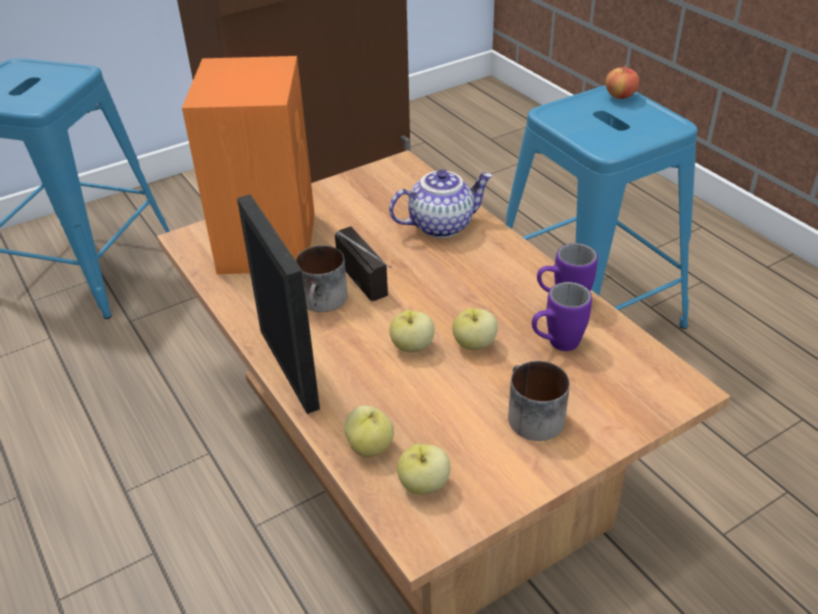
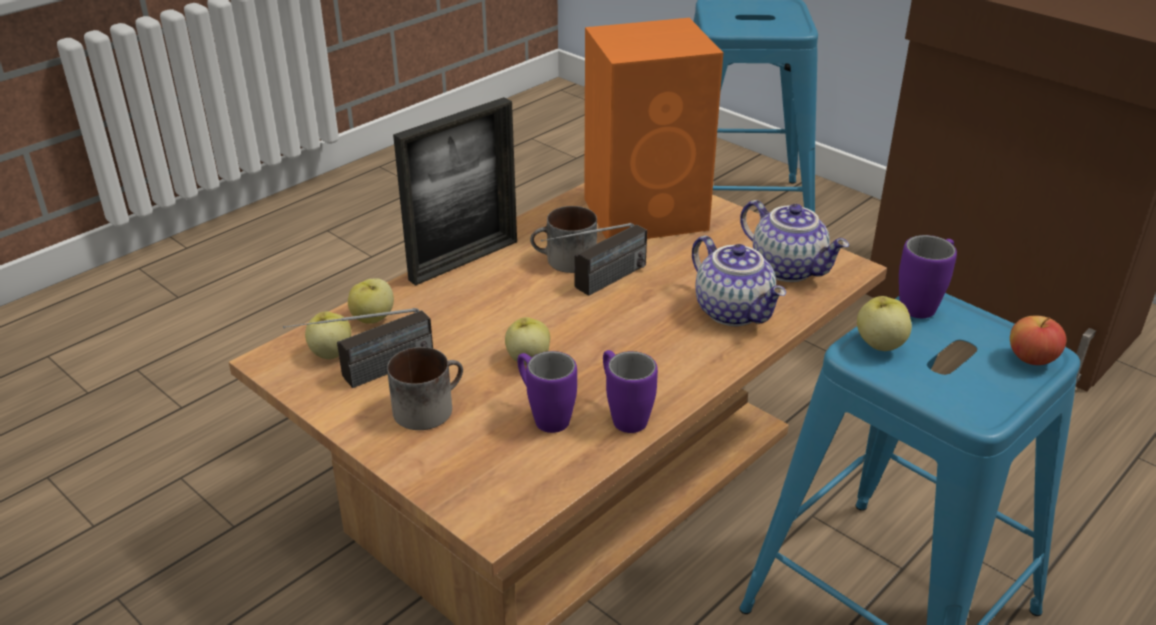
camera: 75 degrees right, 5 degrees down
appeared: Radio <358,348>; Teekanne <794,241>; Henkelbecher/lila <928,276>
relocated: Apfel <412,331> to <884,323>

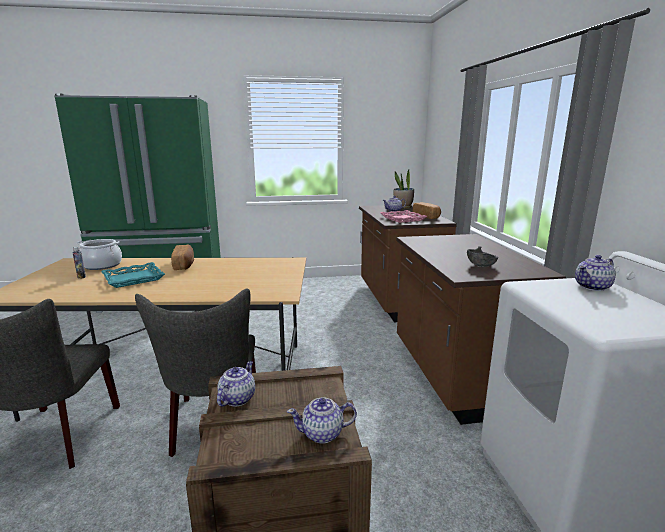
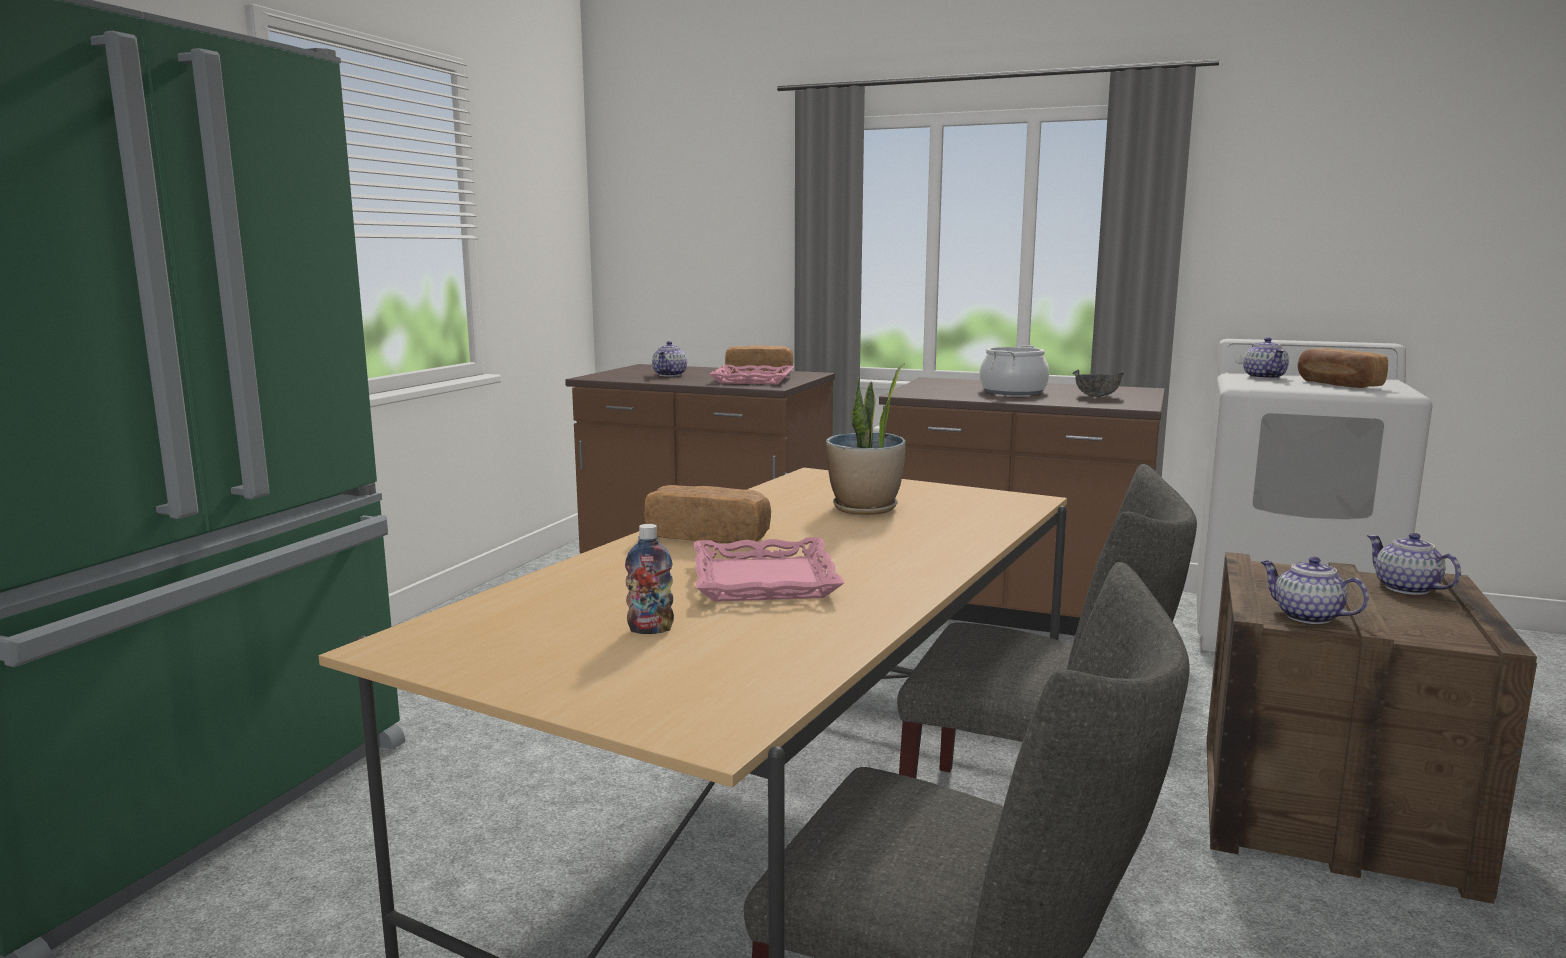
camera: 60 degrees left, 5 degrees down
appeared: Brot <1343,368>
relocated: Kochtopf <99,254> to <1014,370>; Topfpflanze <404,189> to <866,439>
colour: Tablett/türkis <133,275> to Tablett/rosa <769,569>
spun: Teekanne <322,420> = <1414,564> 135 degrees clockwise

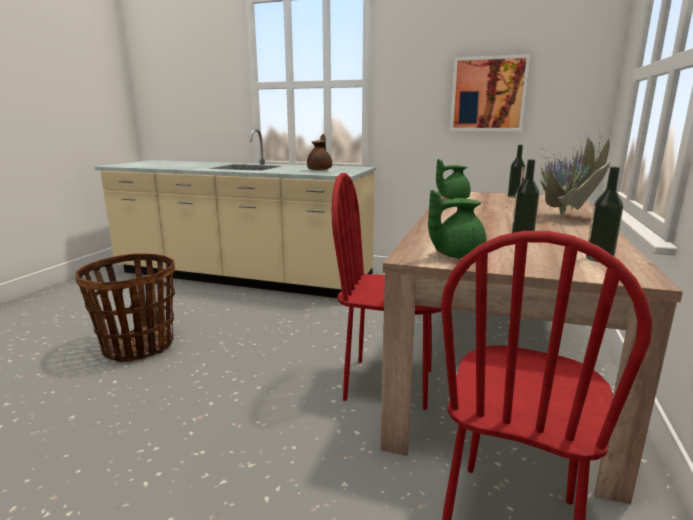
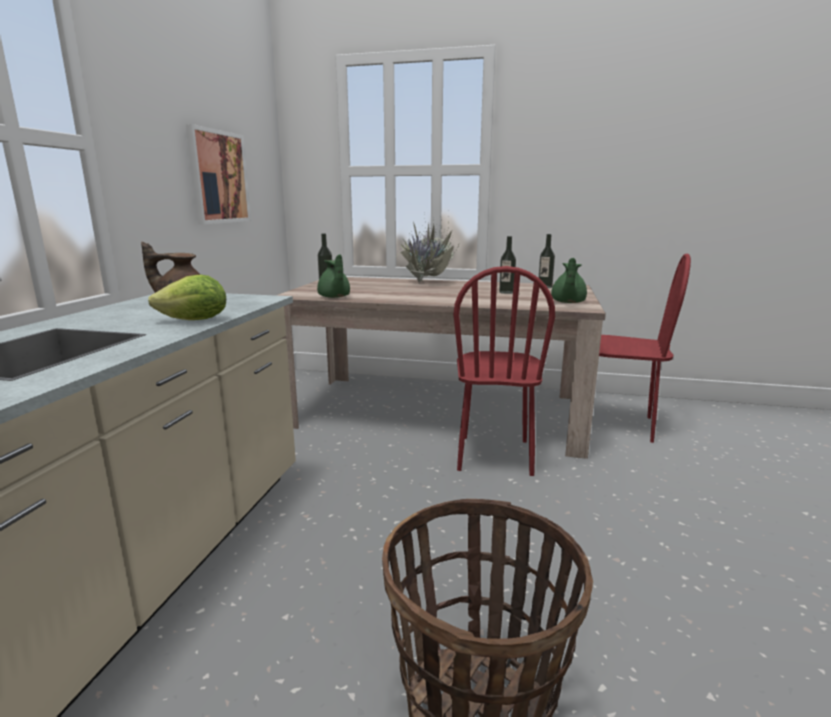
camera: 95 degrees left, 0 degrees up
appeared: Salatkopf <187,297>
spun: Teekanne/grün <457,224> = <569,280> 45 degrees clockwise

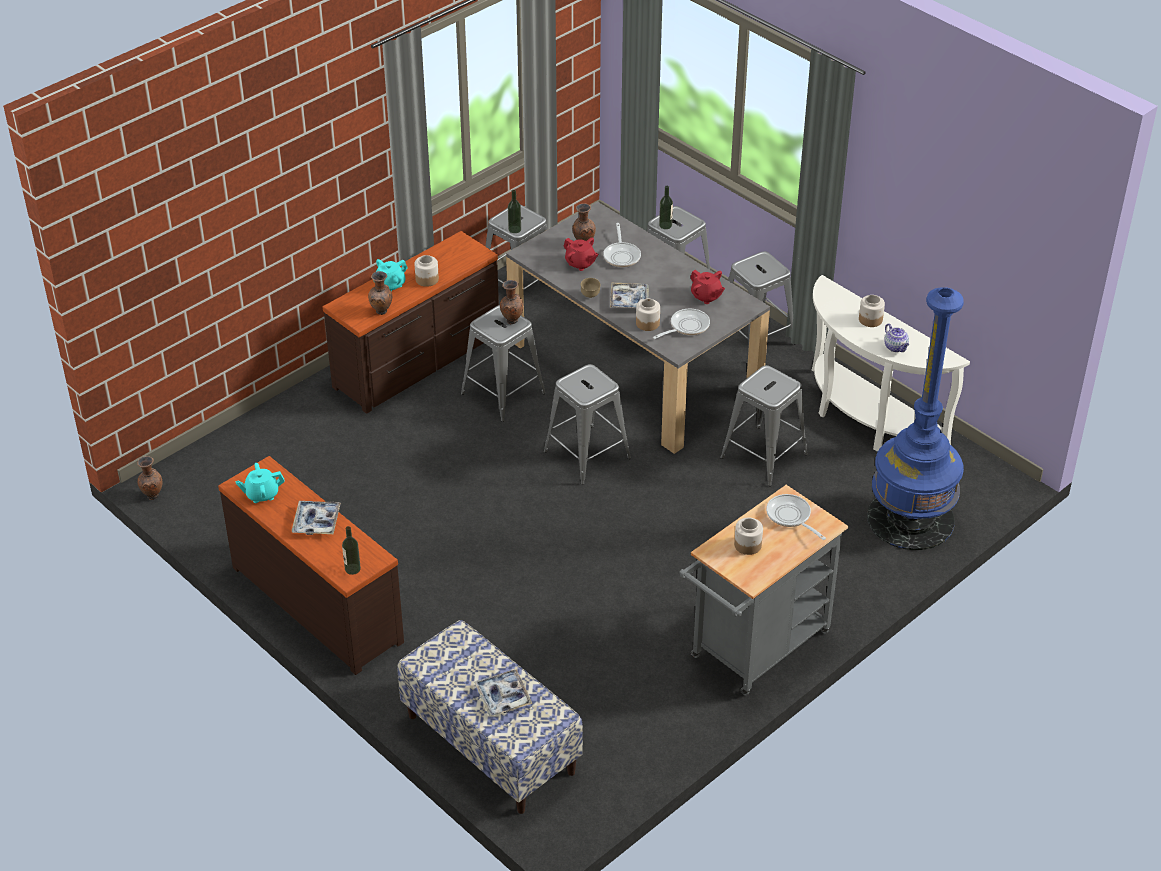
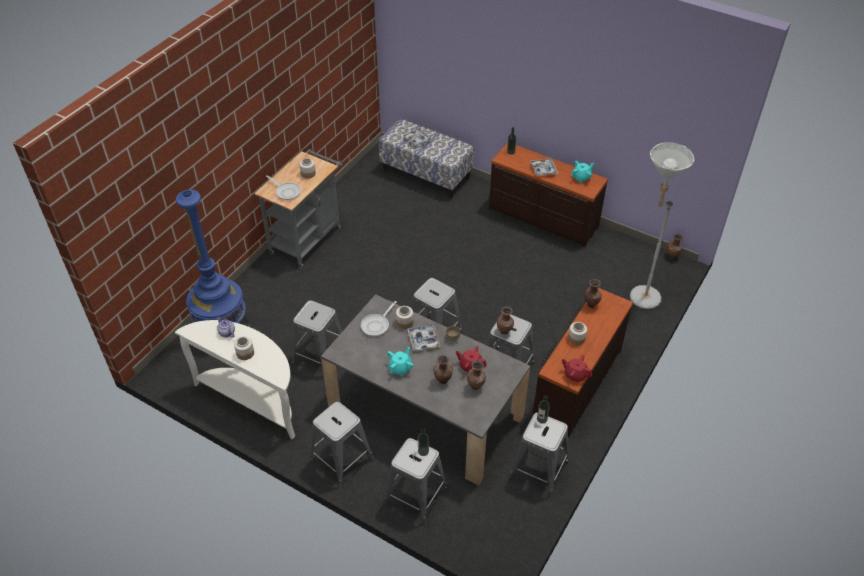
camera: 165 degrees right, 5 degrees up
appeared: Stehlampe/grau <662,226>
relocated: Teekanne/türkis <390,275> to <400,361>; Teekanne/rot <707,287> to <577,369>
exchanged: Pfanne <622,245> to Vase/braun <443,369>

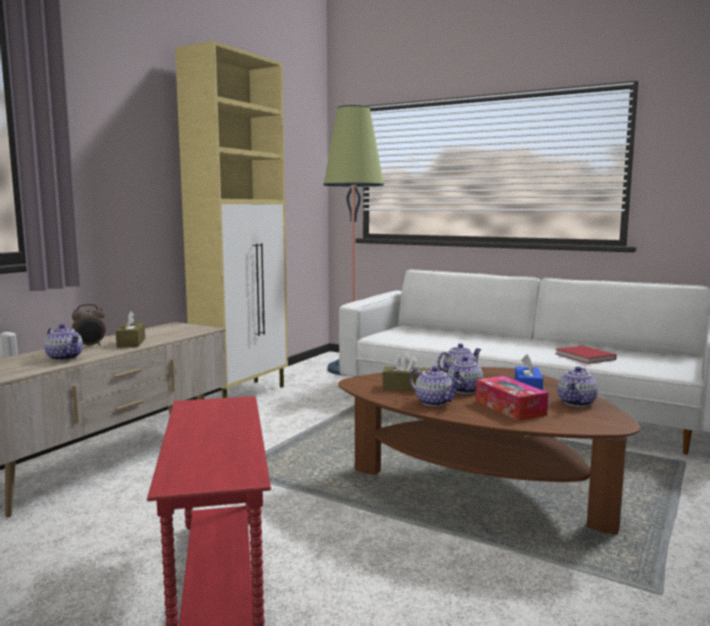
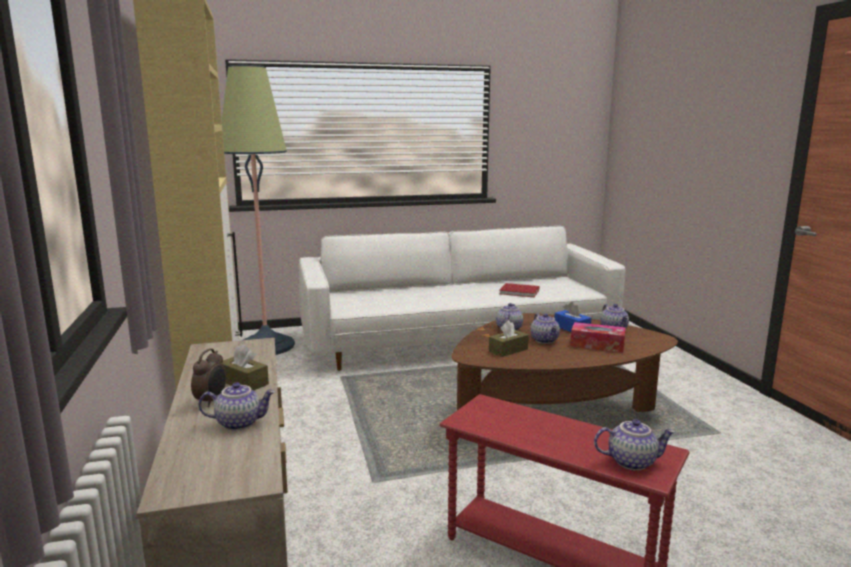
camera: 45 degrees left, 5 degrees up
relocated: Teekanne <435,386> to <634,445>

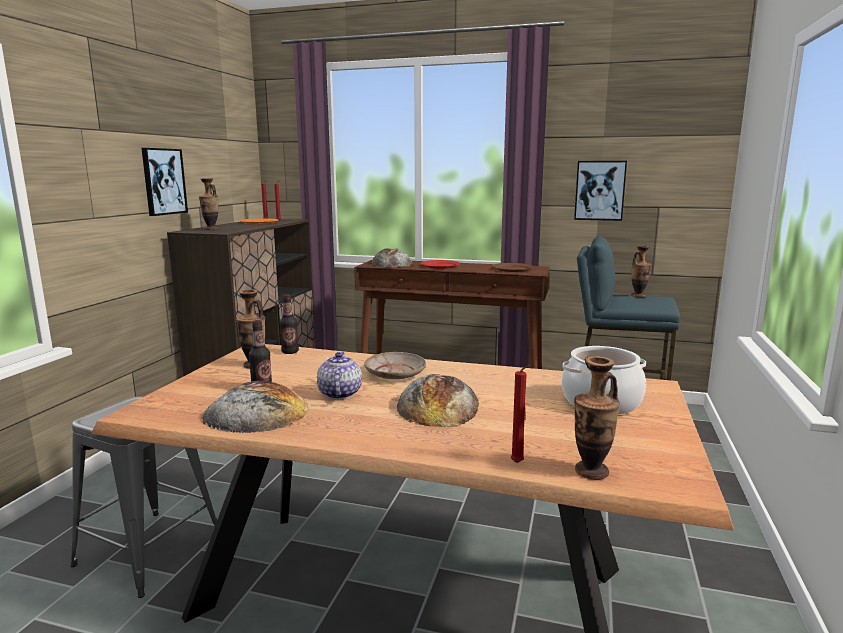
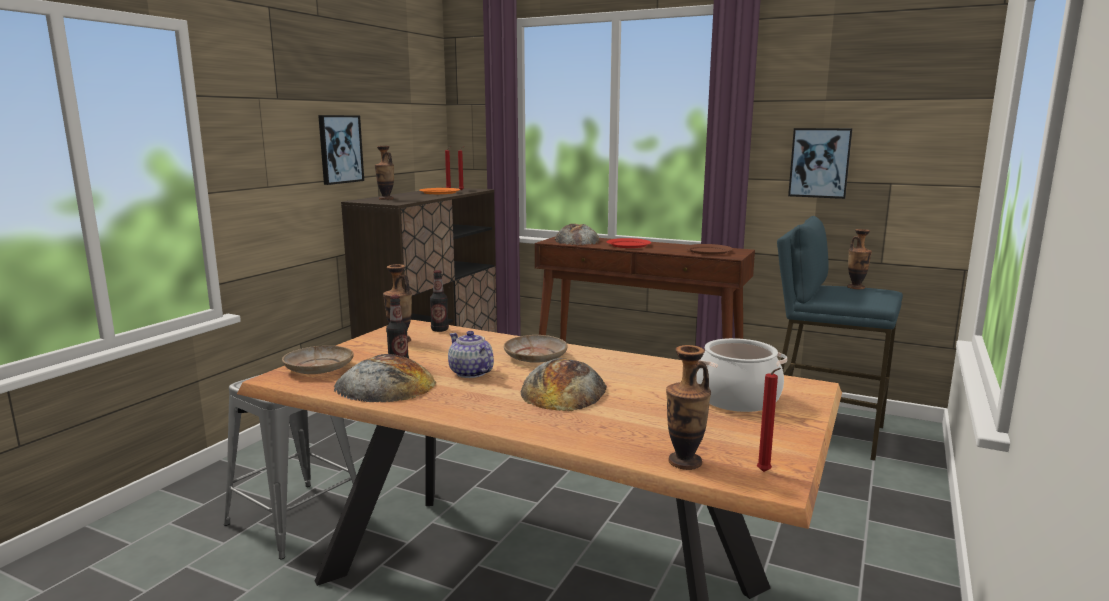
camera: 10 degrees right, 0 degrees up
appeared: Teller/beige <318,360>
relocated: Kerze/rot <519,414> to <769,420>
spun: Teekanne <339,375> = <471,354> 45 degrees counterclockwise

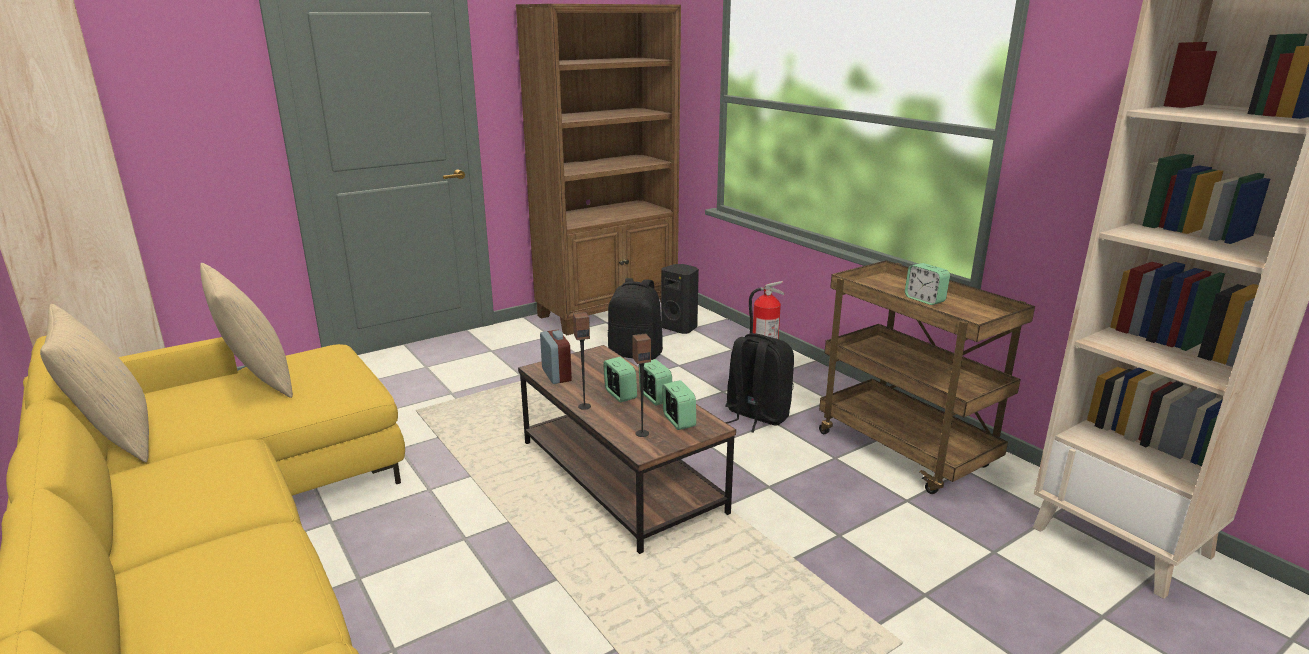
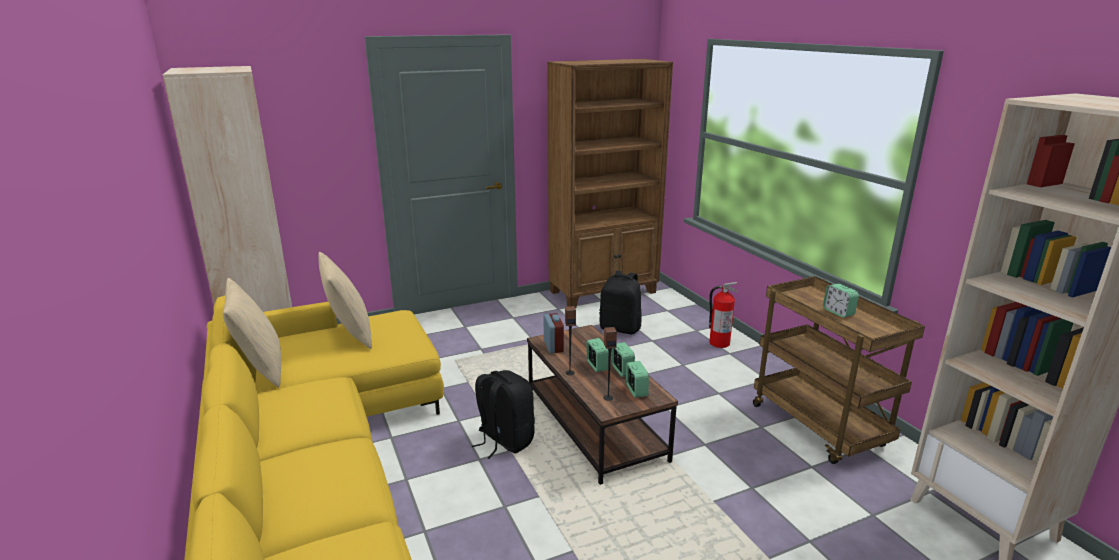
camera: 10 degrees right, 0 degrees up
missing: Lautsprecher/schwarz <680,299>
relocated: Rucksack/schwarz <759,383> to <503,414>

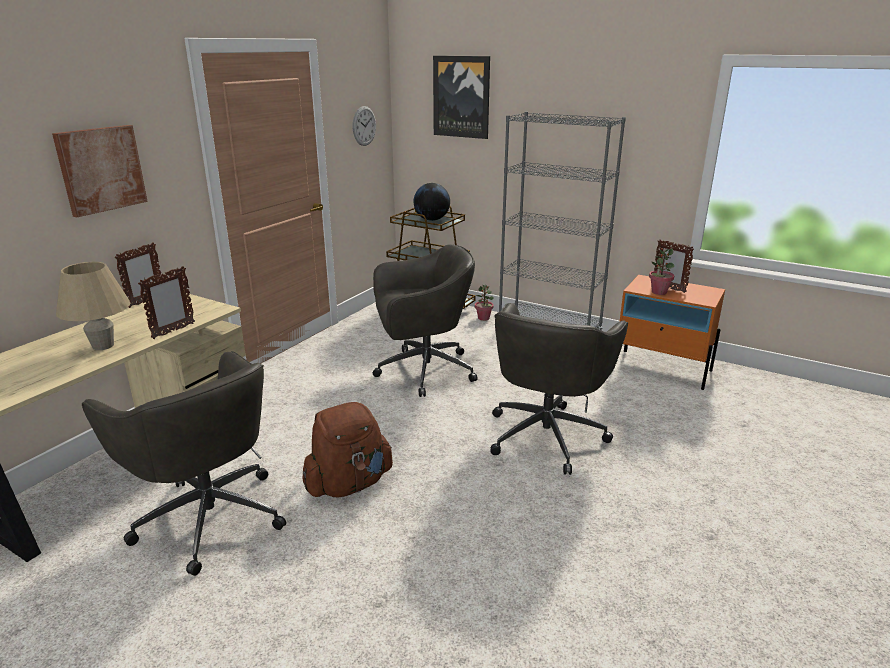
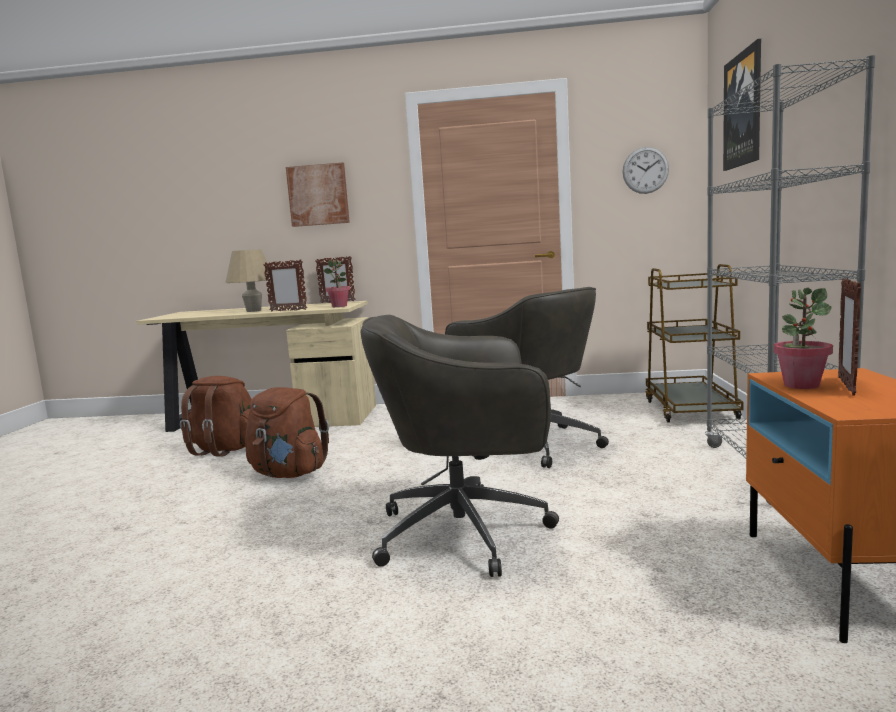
camera: 65 degrees right, 15 degrees down
missing: Globus <432,202>
relocated: Topfpflanze <484,303> to <337,283>
exchanged: Bürostuhl/grau <184,463> to Rucksack/braun <216,416>

